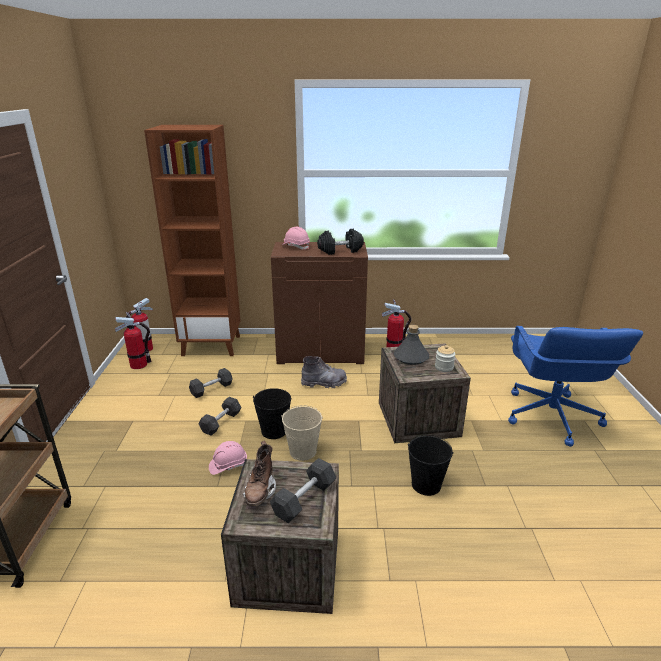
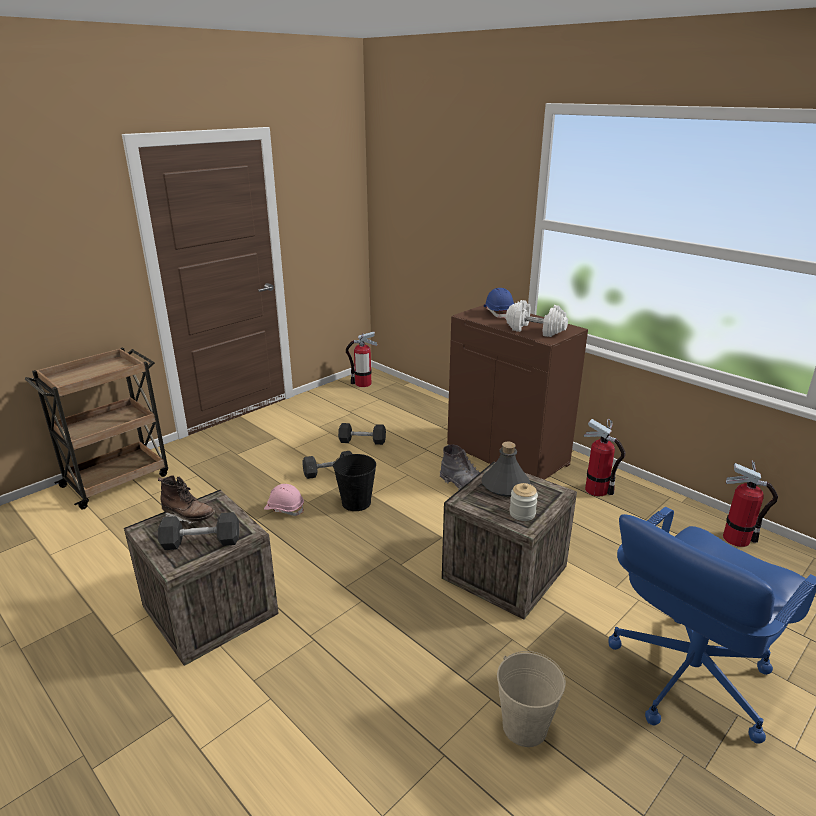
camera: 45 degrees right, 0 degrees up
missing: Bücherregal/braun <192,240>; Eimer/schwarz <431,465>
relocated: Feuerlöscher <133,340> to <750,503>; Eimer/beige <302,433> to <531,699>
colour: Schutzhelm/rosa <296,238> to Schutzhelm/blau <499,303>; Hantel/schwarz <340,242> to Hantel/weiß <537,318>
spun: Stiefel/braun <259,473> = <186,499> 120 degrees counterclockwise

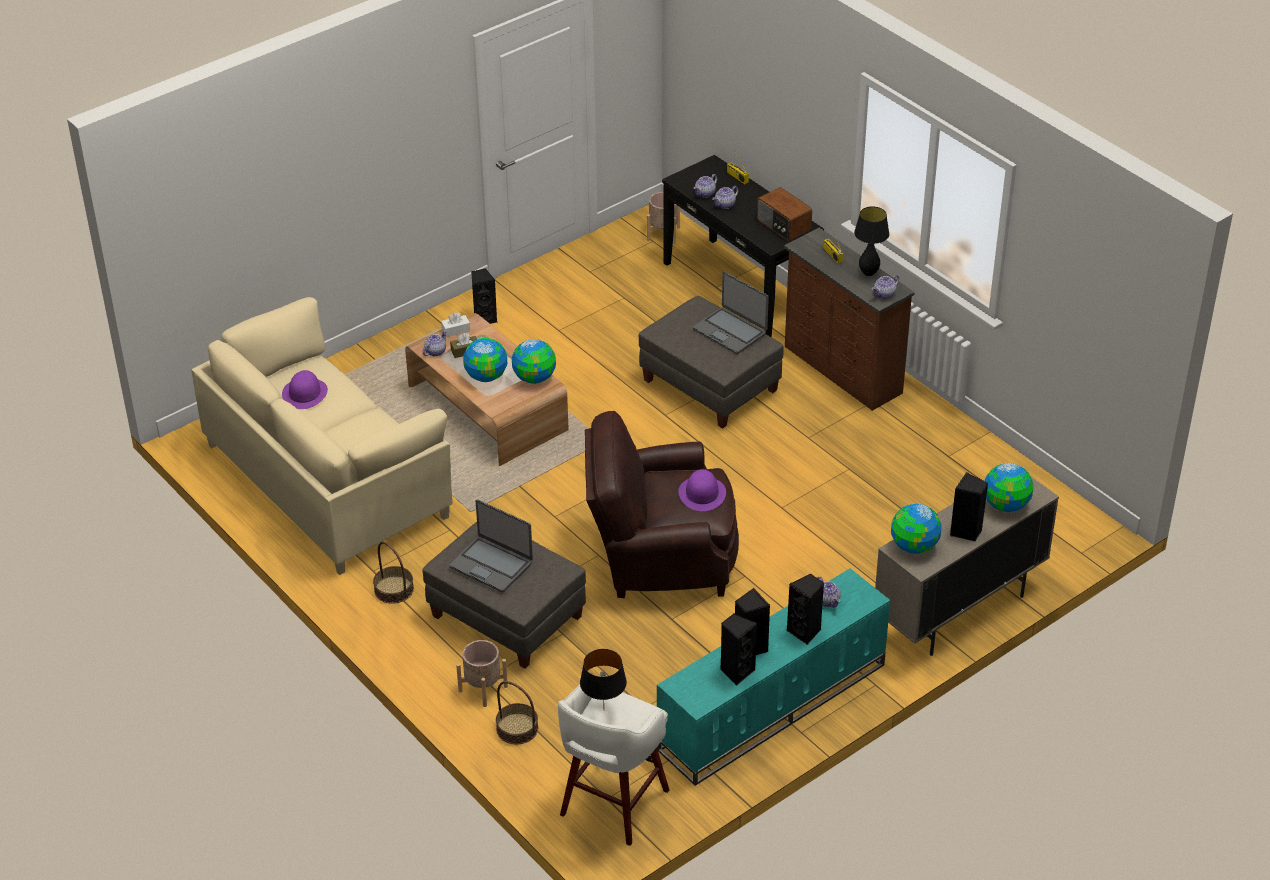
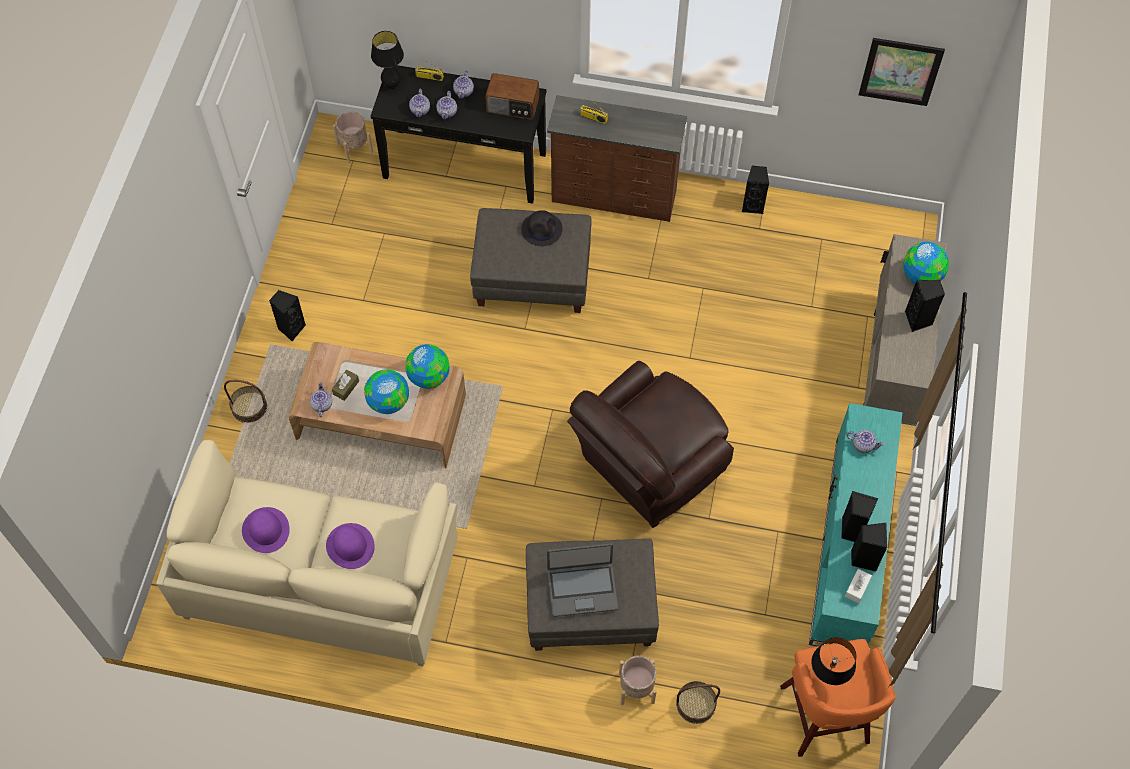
camera: 40 degrees left, 20 degrees up
missing: Globus <916,529>
appeared: Bild <902,72>
relocated: Korb <393,572> to <245,401>; Taschentuchbox/weiß <455,324> to <858,586>; Hut/lila <702,490> to <350,546>; Lautsprecher/schwarz <805,609> to <755,190>; Tischlampe/schwarz <871,241> to <387,60>; Teekanne <885,286> to <463,84>
exchanged: Laptop <731,312> to Hut/schwarz <542,228>
colour: Hocker/weiß <613,765> to Hocker/orange <838,698>

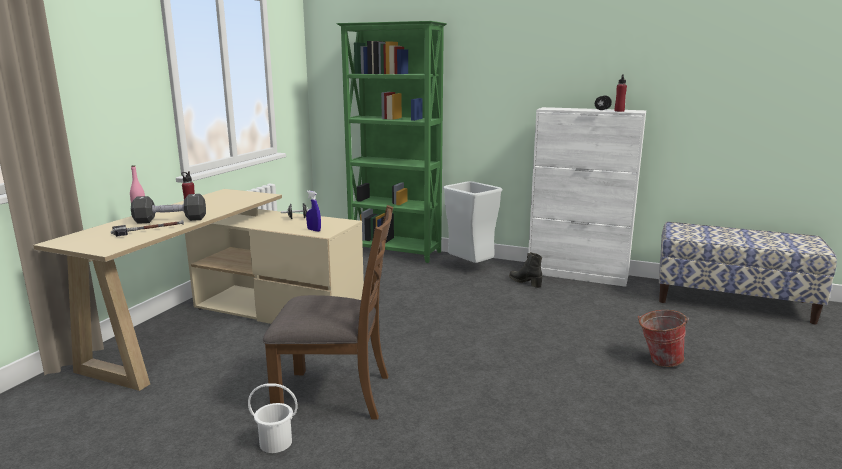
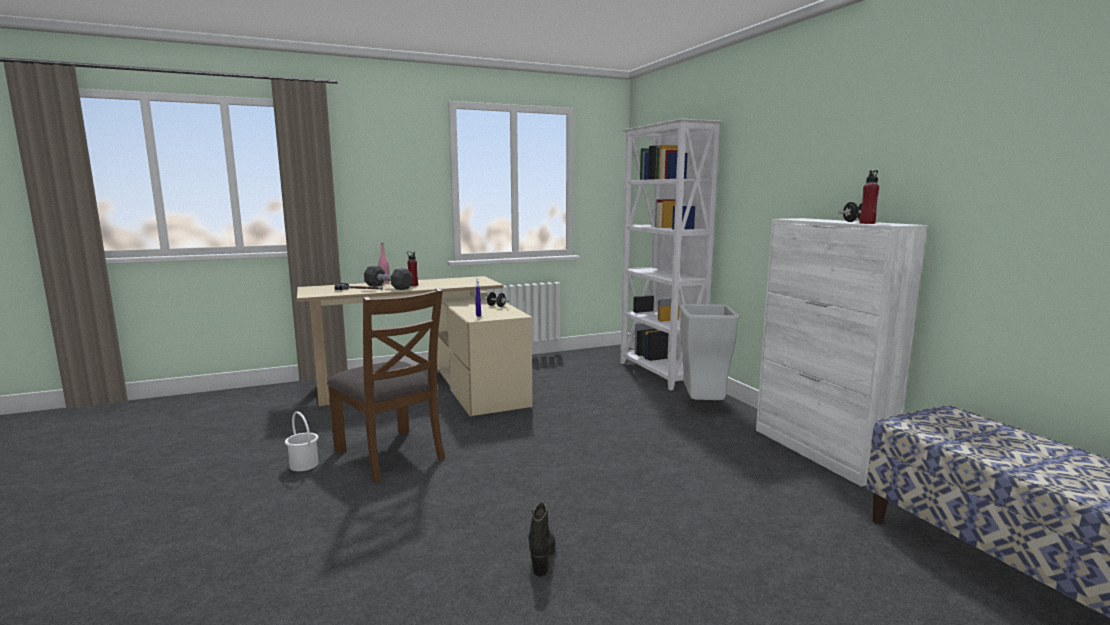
camera: 45 degrees right, 5 degrees down
missing: Eimer <663,338>
relocated: Stiefel/schwarz <525,270> to <542,539>
colour: Bücherregal/grün <391,142> to Bücherregal/weiß <671,254>

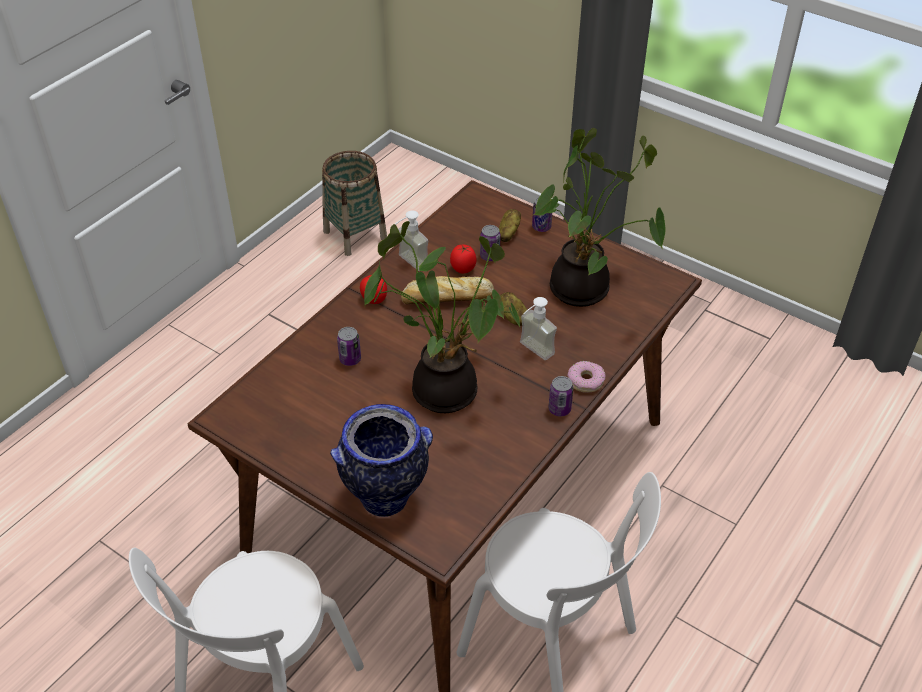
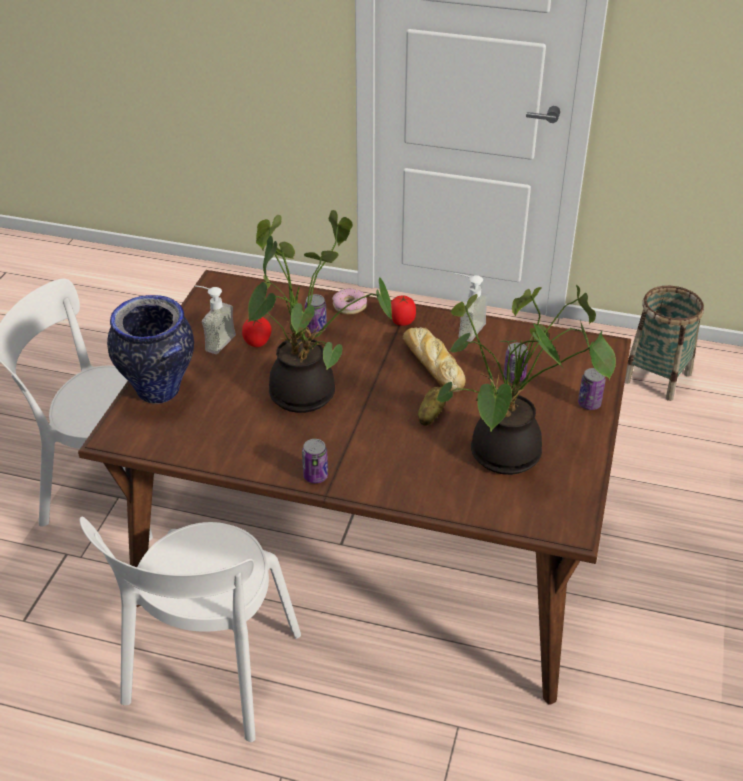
camera: 70 degrees right, 5 degrees down
missing: Kartoffel <510,225>
relocated: Tomate <463,258> to <256,332>; Seifenspender <538,328> to <215,319>; Donut <587,377> to <349,301>

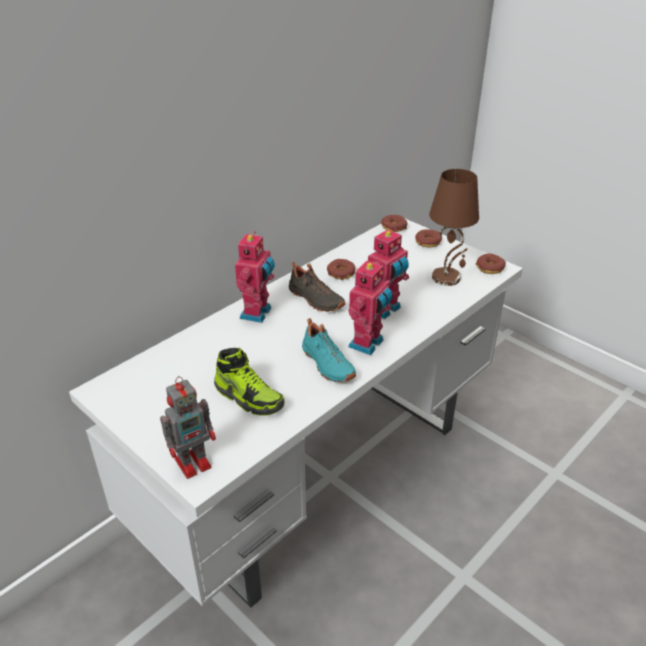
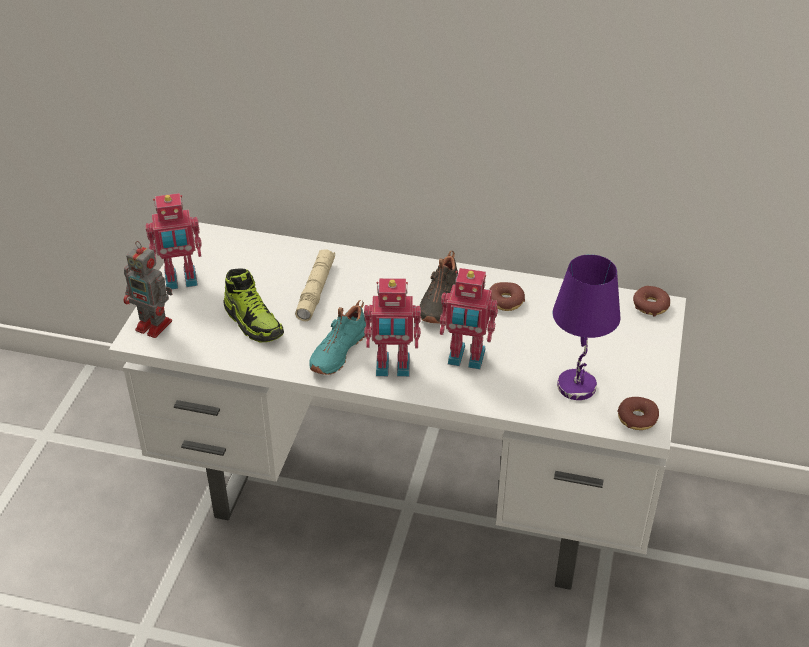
camera: 60 degrees right, 5 degrees up
missing: Donut <428,238>
appeared: Taschenlampe/beige <315,285>
relocated: Spielzeugroboter <255,277> to <174,241>
colour: Tischlampe/braun <454,227> to Tischlampe/lila <587,327>
spun: Schuh <249,382> = <253,305> 45 degrees counterclockwise

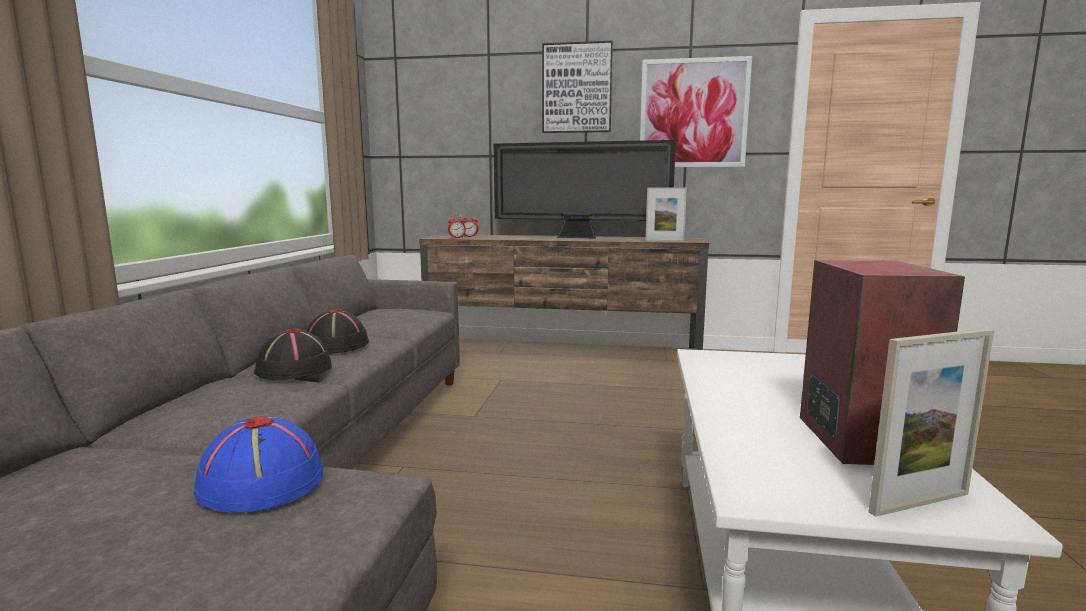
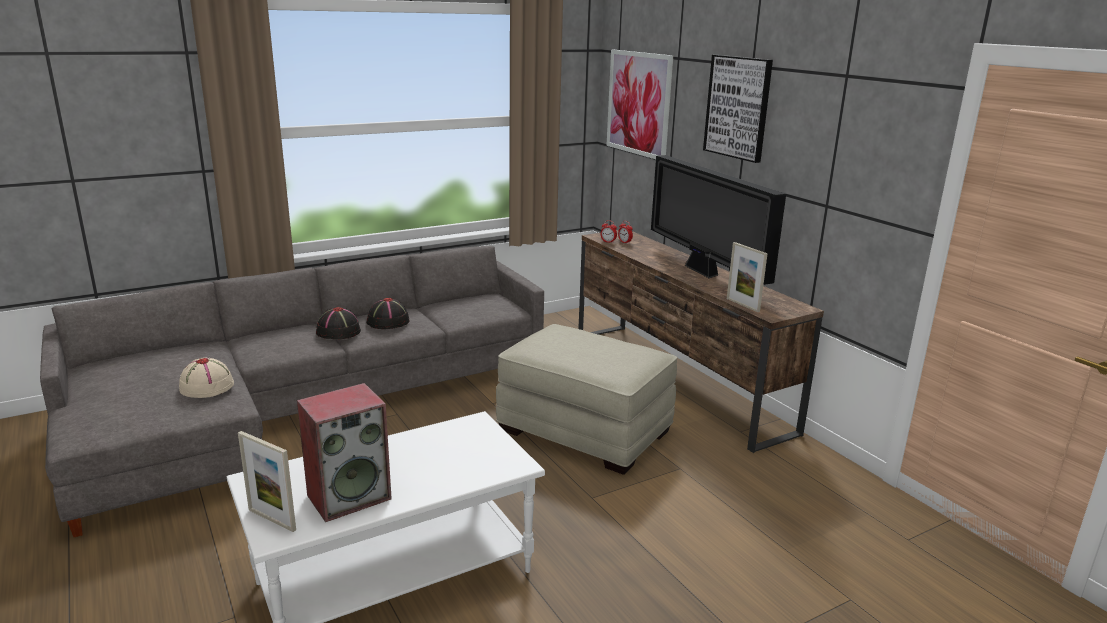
camera: 50 degrees right, 10 degrees up
appeared: Polsterhocker/beige <586,399>
relocated: Bild <696,111> to <639,104>
colour: Hut/blau <258,464> to Hut/beige <206,377>

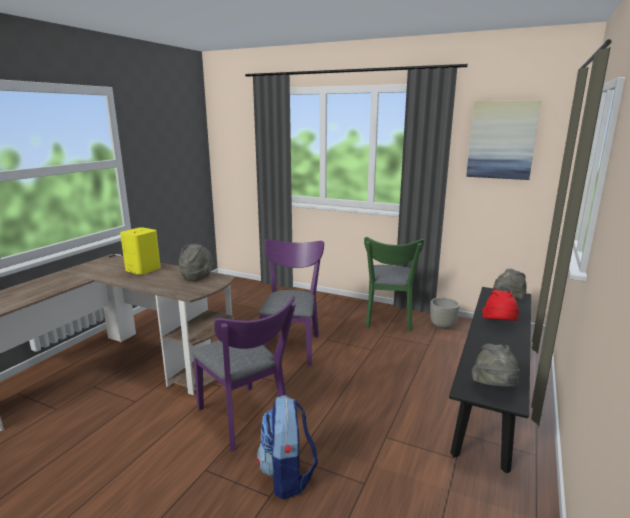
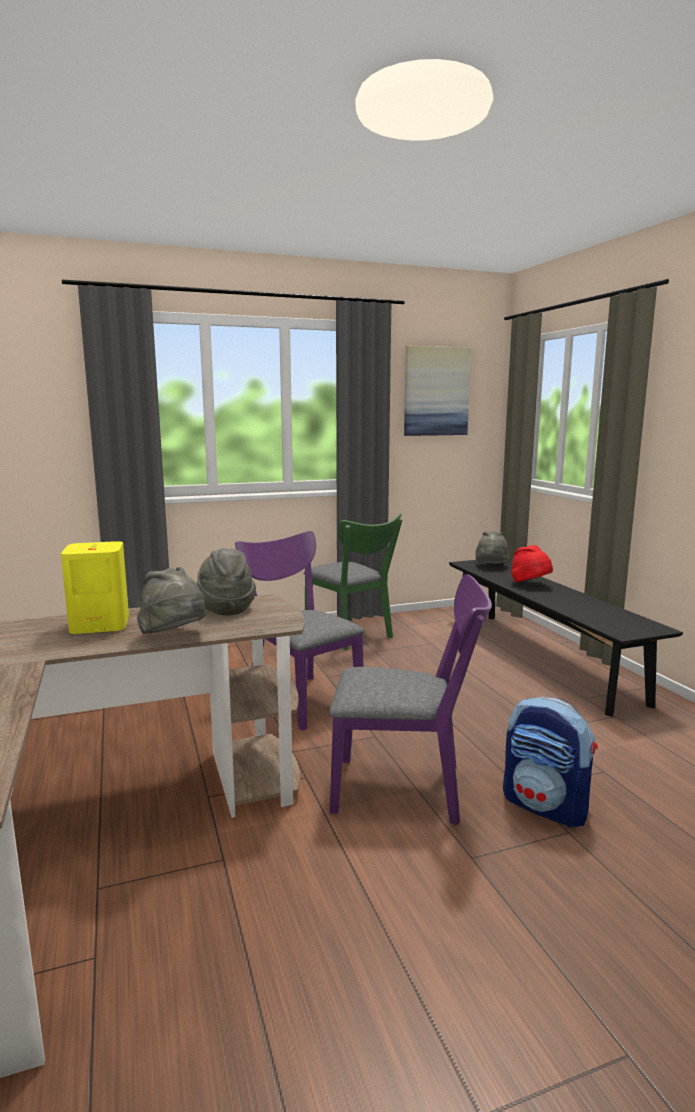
camera: 45 degrees left, 5 degrees down
missing: Pflanzkübel/grau <444,313>
relocated: Hut/grau <496,365> to <171,600>

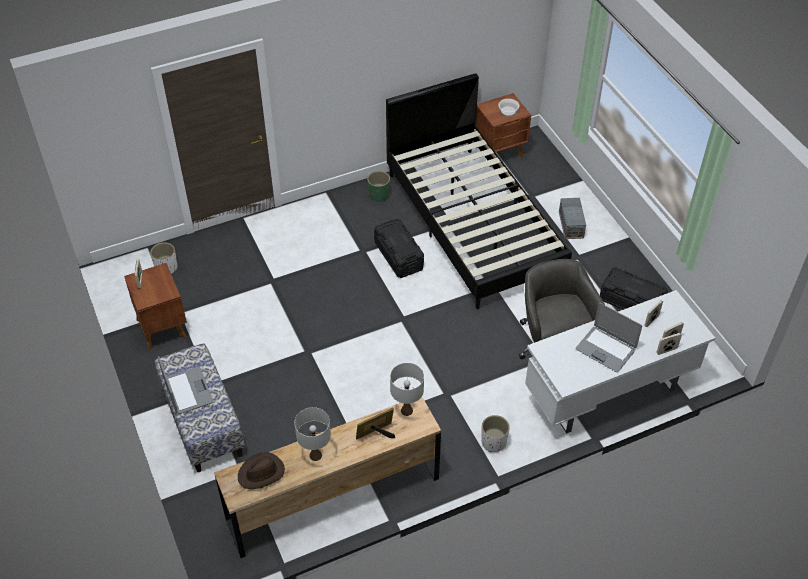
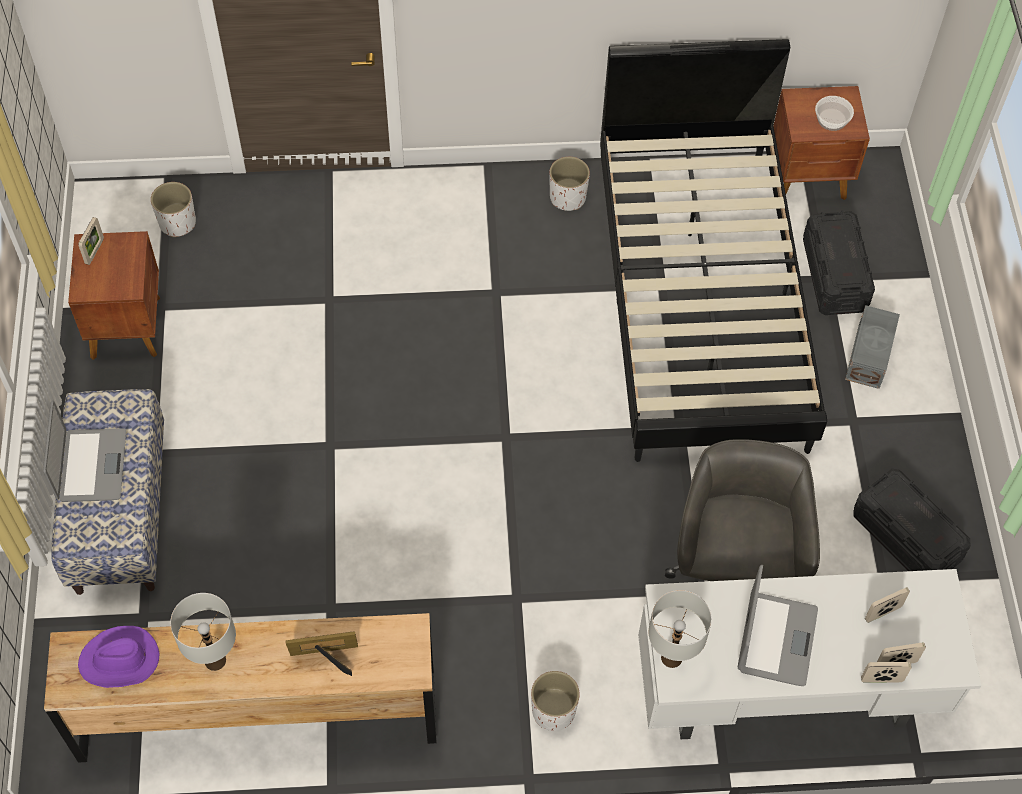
camera: 20 degrees right, 10 degrees up
relocated: Aufbewahrungsbox/schwarz <399,248> to <839,263>; Tischlampe/weiß <407,389> to <680,629>
colour: Hut/braun <261,470> to Hut/lila <119,657>; Pflanzkübel/grün <378,186> to Pflanzkübel/weiß <569,184>
spun: Laptop <609,337> = <778,625> 135 degrees counterclockwise

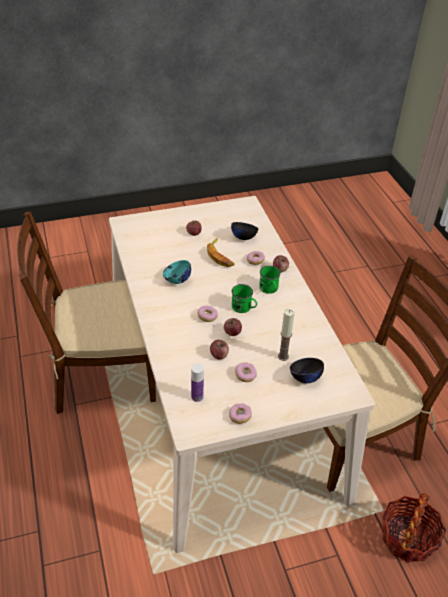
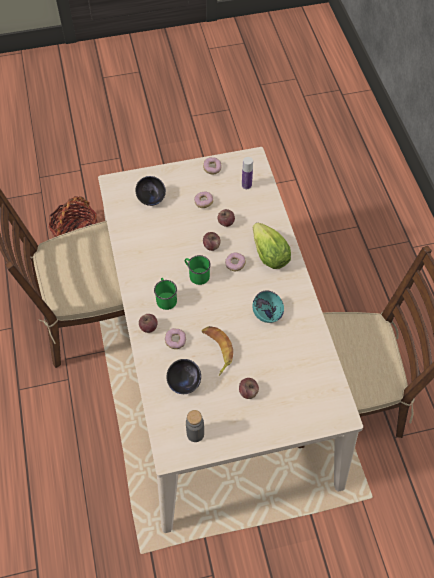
camera: 175 degrees left, 15 degrees up
missing: Kerze <286,335>
appeared: Flasche/grau <195,426>; Salatkopf <272,246>

